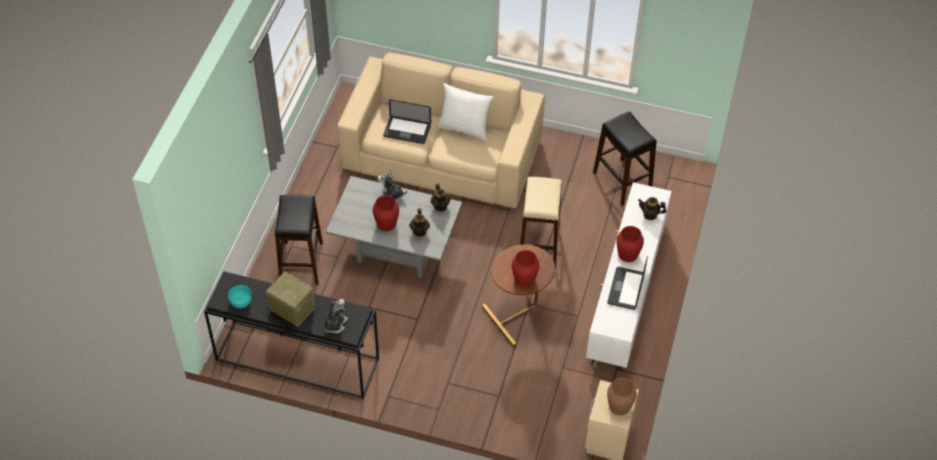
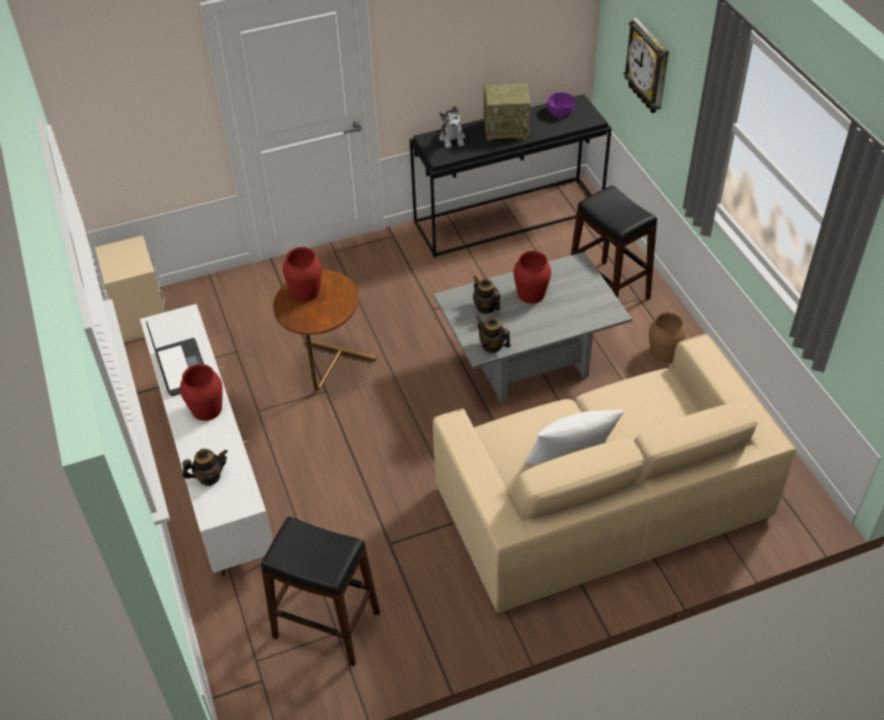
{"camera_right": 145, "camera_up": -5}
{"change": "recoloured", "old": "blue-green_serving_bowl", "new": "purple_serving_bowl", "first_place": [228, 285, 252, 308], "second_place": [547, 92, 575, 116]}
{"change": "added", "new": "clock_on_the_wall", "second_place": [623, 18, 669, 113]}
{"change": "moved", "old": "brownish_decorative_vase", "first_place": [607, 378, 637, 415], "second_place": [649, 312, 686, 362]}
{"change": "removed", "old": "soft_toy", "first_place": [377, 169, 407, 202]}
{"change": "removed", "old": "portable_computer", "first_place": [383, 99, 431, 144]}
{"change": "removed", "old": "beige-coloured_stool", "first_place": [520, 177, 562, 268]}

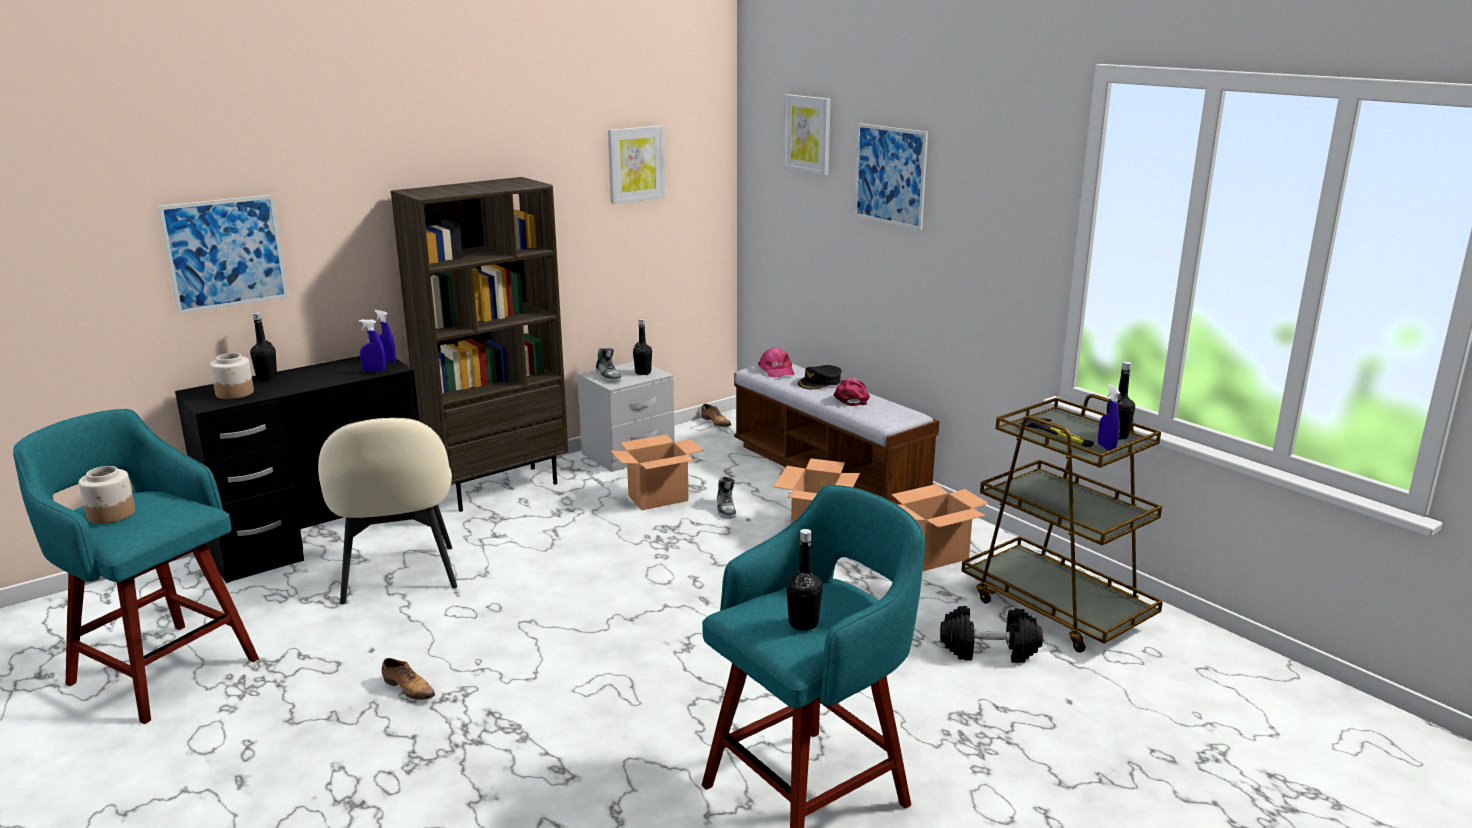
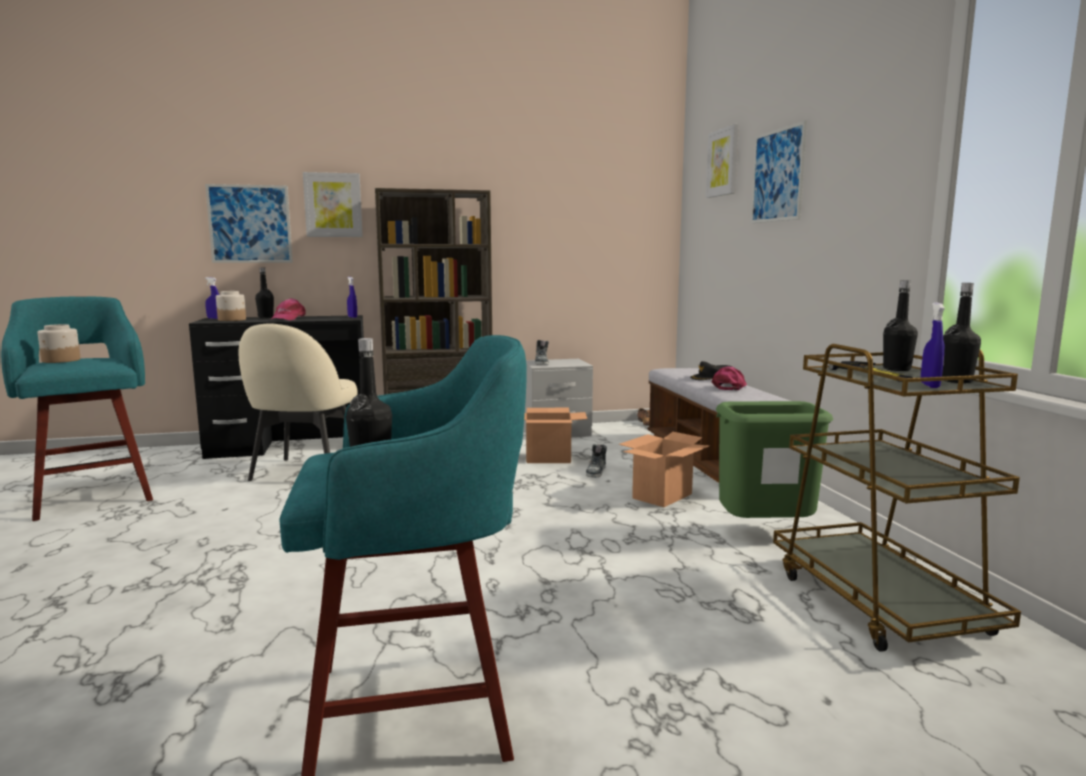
{"camera_right": 25, "camera_up": -10}
{"change": "moved", "old": "blue_hand_sprayer", "first_place": [359, 319, 386, 372], "second_place": [205, 277, 219, 319]}
{"change": "moved", "old": "pink-coloured_cap", "first_place": [758, 347, 794, 377], "second_place": [271, 298, 306, 320]}
{"change": "moved", "old": "wall_art", "first_place": [608, 125, 665, 204], "second_place": [303, 172, 363, 237]}
{"change": "replaced", "old": "packing_box", "new": "green_rubbish_bin", "first_place": [891, 484, 989, 571], "second_place": [716, 401, 833, 518]}
{"change": "moved", "old": "black_beverage_bottle", "first_place": [633, 319, 652, 375], "second_place": [883, 280, 918, 371]}
{"change": "removed", "old": "low_shoe", "first_place": [382, 658, 435, 700]}
{"change": "removed", "old": "black_hand_weight", "first_place": [940, 606, 1043, 663]}

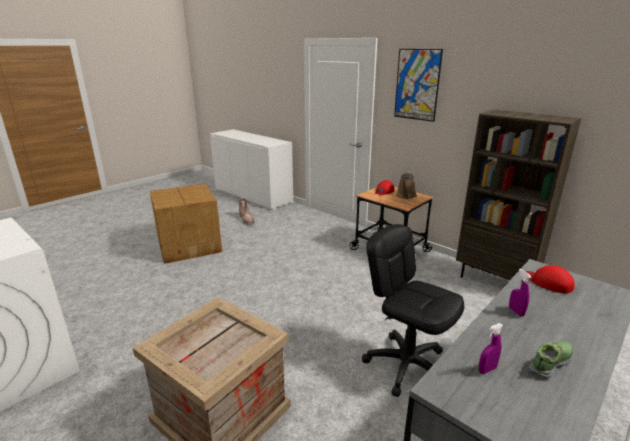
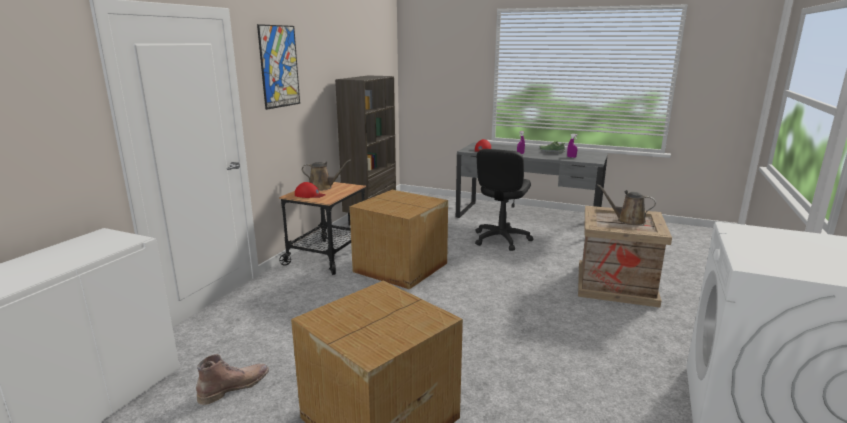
{"camera_right": -110, "camera_up": -5}
{"change": "added", "new": "packing_box", "second_place": [349, 190, 448, 289]}
{"change": "added", "new": "brownish_watering_can", "second_place": [597, 184, 656, 225]}

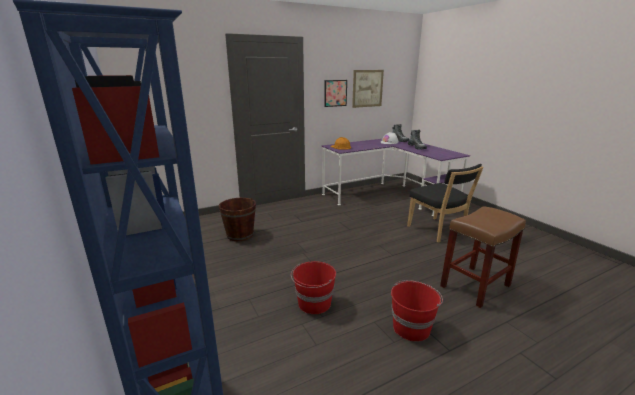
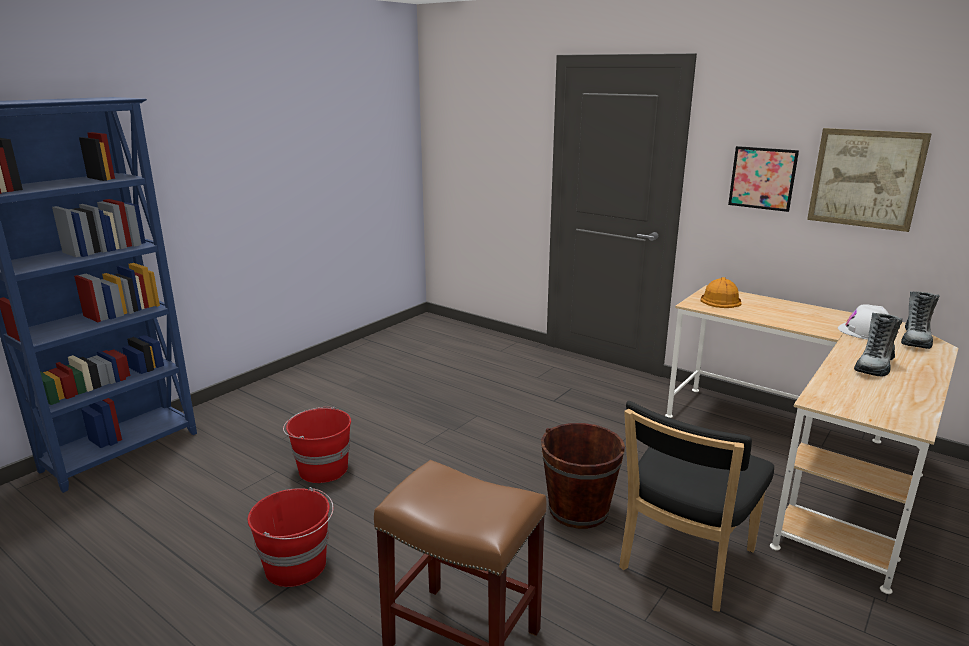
{"camera_right": 65, "camera_up": 0}
{"change": "moved", "old": "brownish_bucket", "first_place": [219, 198, 256, 241], "second_place": [541, 423, 625, 529]}
{"change": "recoloured", "old": "purple_desk_table", "new": "beige-coloured_desk_table", "first_place": [321, 139, 470, 216], "second_place": [665, 285, 959, 594]}

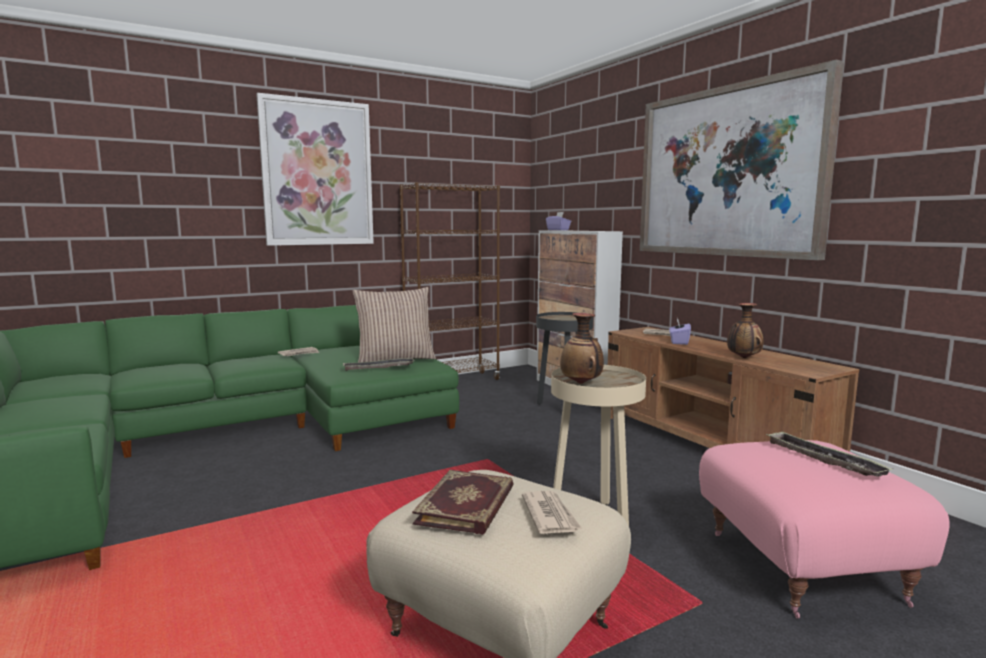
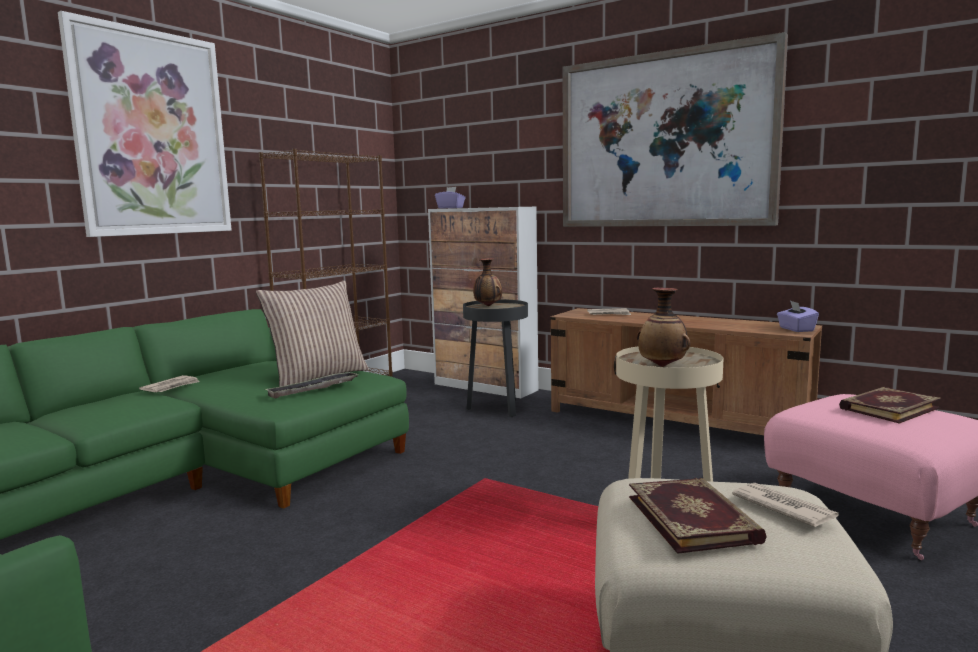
{"camera_right": -25, "camera_up": 0}
{"change": "moved", "old": "decorative_vase", "first_place": [727, 303, 763, 358], "second_place": [473, 258, 502, 306]}
{"change": "moved", "old": "purple_box_of_tissues", "first_place": [669, 318, 691, 345], "second_place": [777, 301, 819, 332]}
{"change": "replaced", "old": "serving_tray", "new": "book", "first_place": [766, 431, 893, 477], "second_place": [839, 387, 941, 424]}

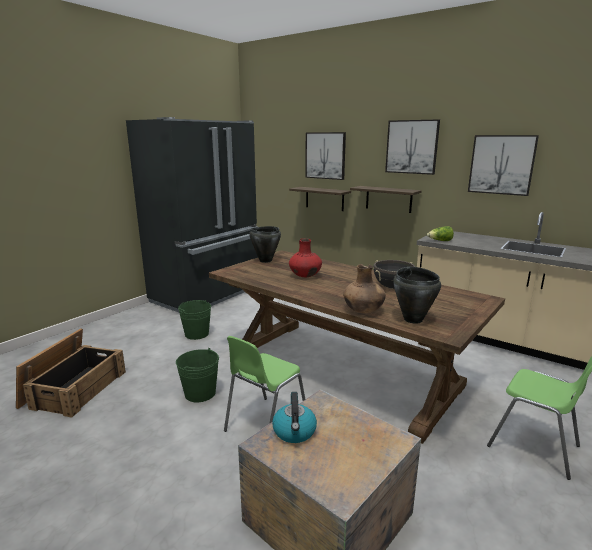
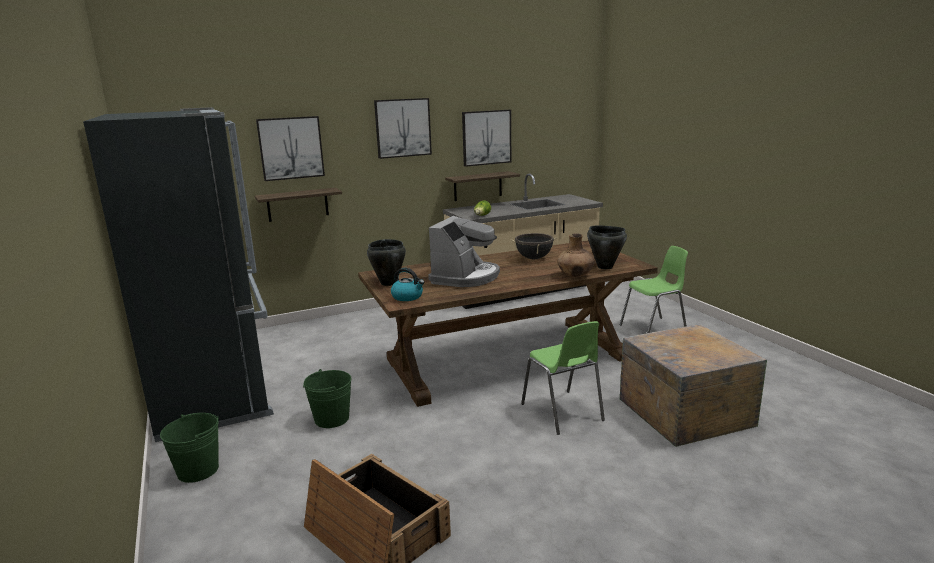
{"camera_right": -60, "camera_up": 0}
{"change": "moved", "old": "green_bucket", "first_place": [176, 348, 219, 402], "second_place": [160, 413, 219, 483]}
{"change": "moved", "old": "tea_kettle", "first_place": [272, 392, 317, 443], "second_place": [391, 268, 424, 301]}
{"change": "replaced", "old": "reddish_decorative_vase", "new": "coffee_brewer", "first_place": [289, 238, 322, 277], "second_place": [428, 216, 500, 287]}
{"change": "moved", "old": "wall_shelf", "first_place": [350, 186, 422, 213], "second_place": [445, 171, 520, 201]}

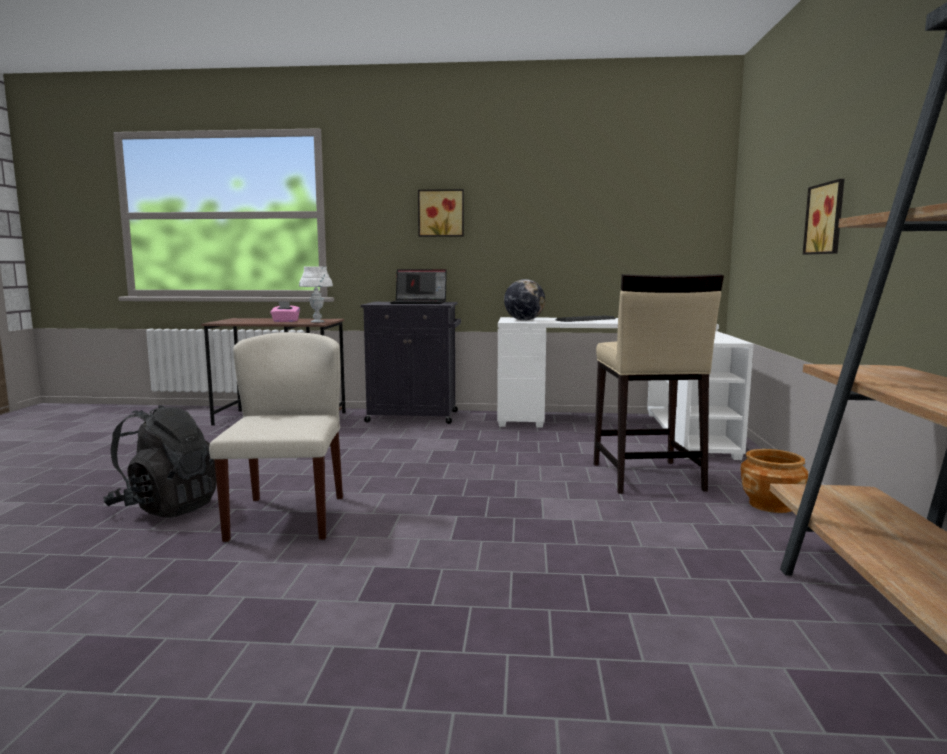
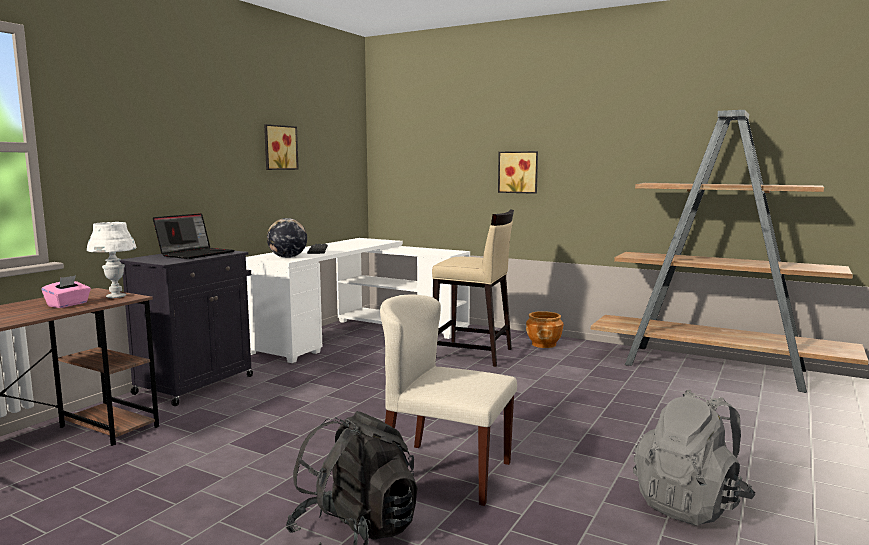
{"camera_right": -65, "camera_up": 0}
{"change": "moved", "old": "wall_art", "first_place": [418, 189, 464, 237], "second_place": [264, 124, 299, 170]}
{"change": "added", "new": "greyish_knapsack", "second_place": [633, 389, 756, 525]}

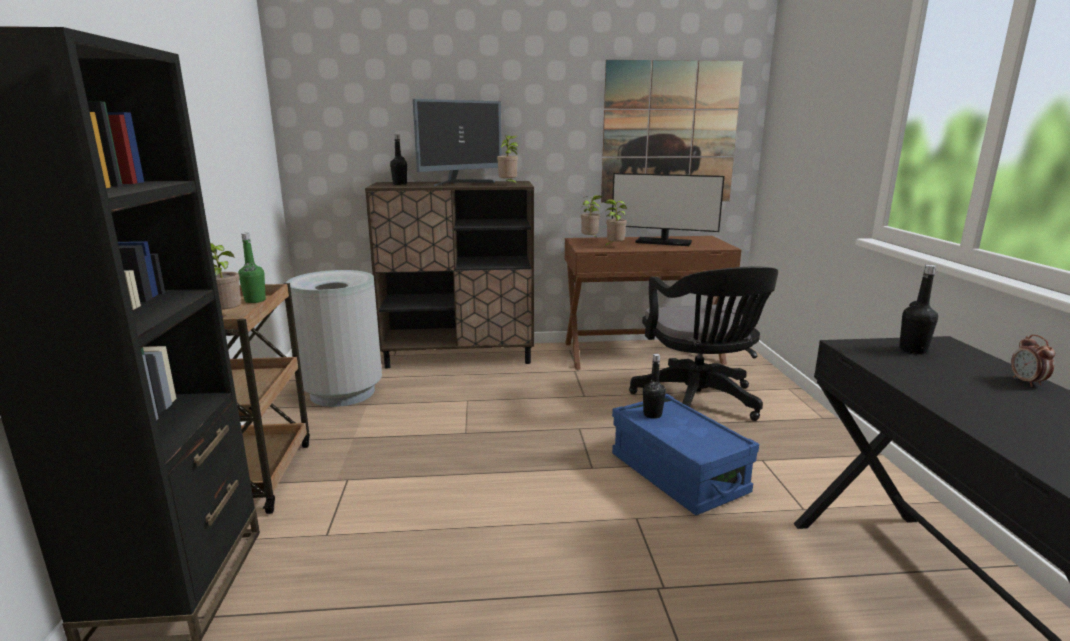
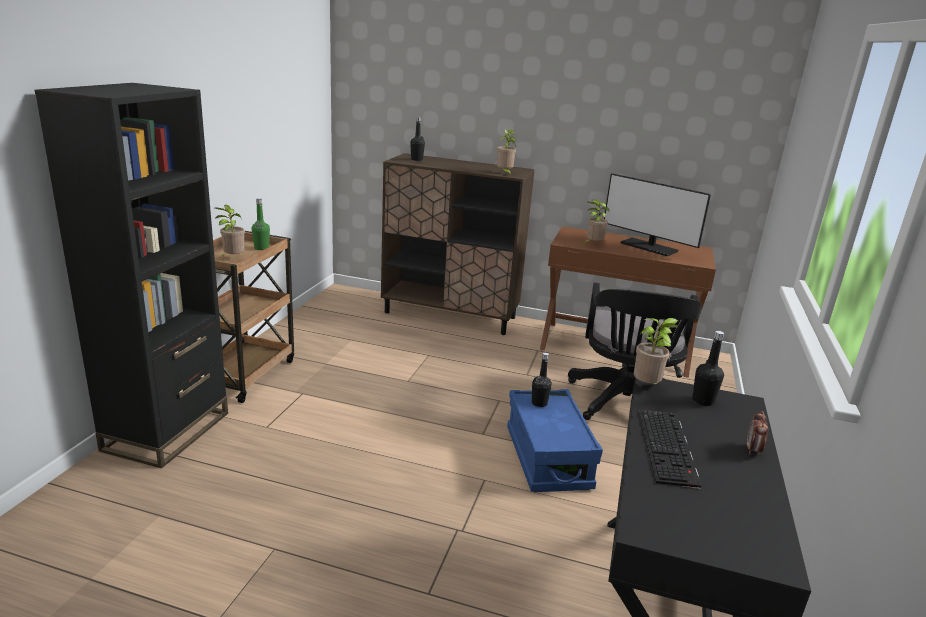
{"camera_right": 20, "camera_up": 5}
{"change": "moved", "old": "plant_in_a_pot", "first_place": [581, 195, 602, 238], "second_place": [634, 318, 678, 384]}
{"change": "added", "new": "keyboard", "second_place": [639, 410, 701, 489]}
{"change": "removed", "old": "greyish_rubbish_bin", "first_place": [286, 270, 382, 407]}
{"change": "removed", "old": "computer_display", "first_place": [413, 99, 502, 187]}
{"change": "removed", "old": "wall_art", "first_place": [601, 60, 743, 203]}

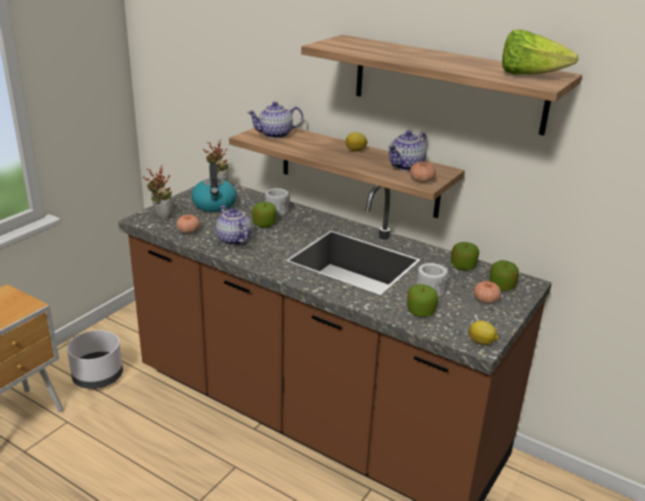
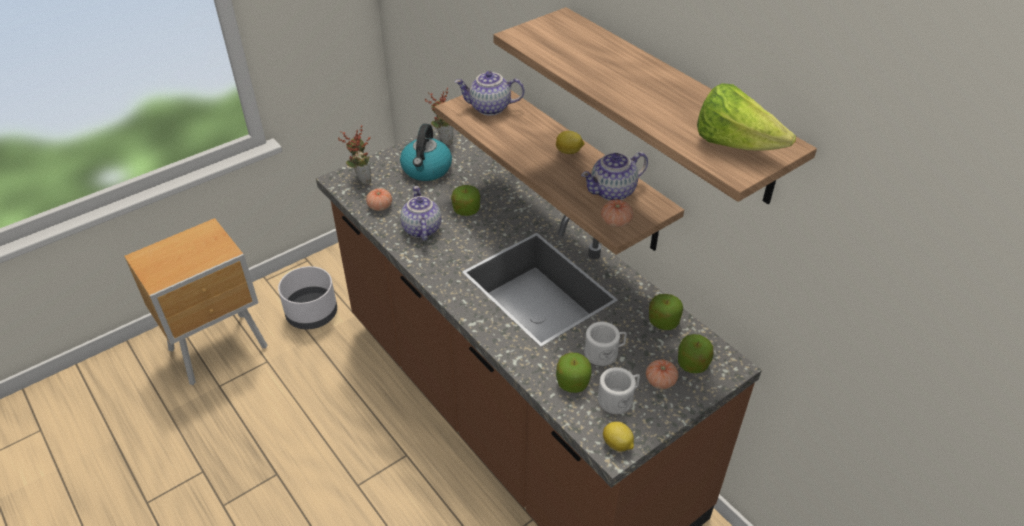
{"camera_right": 20, "camera_up": 15}
{"change": "moved", "old": "white_mug", "first_place": [265, 188, 290, 217], "second_place": [598, 367, 640, 414]}

